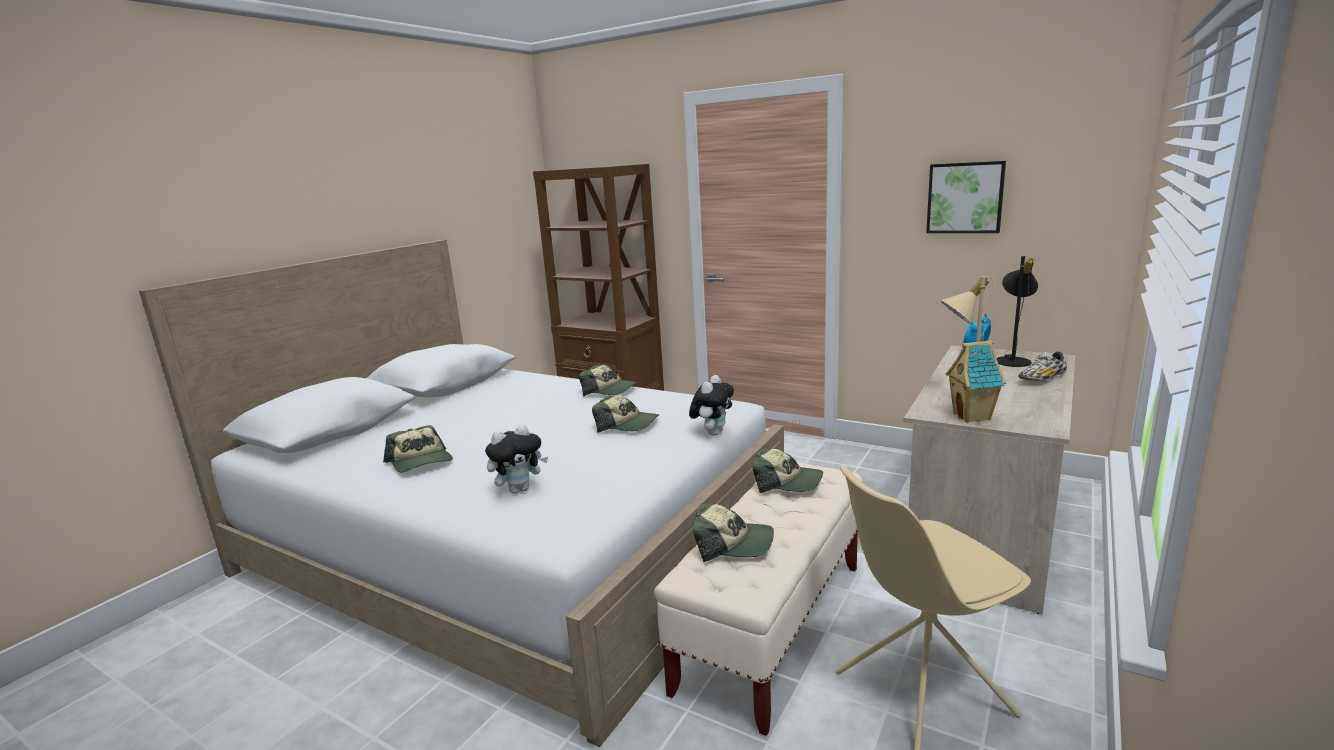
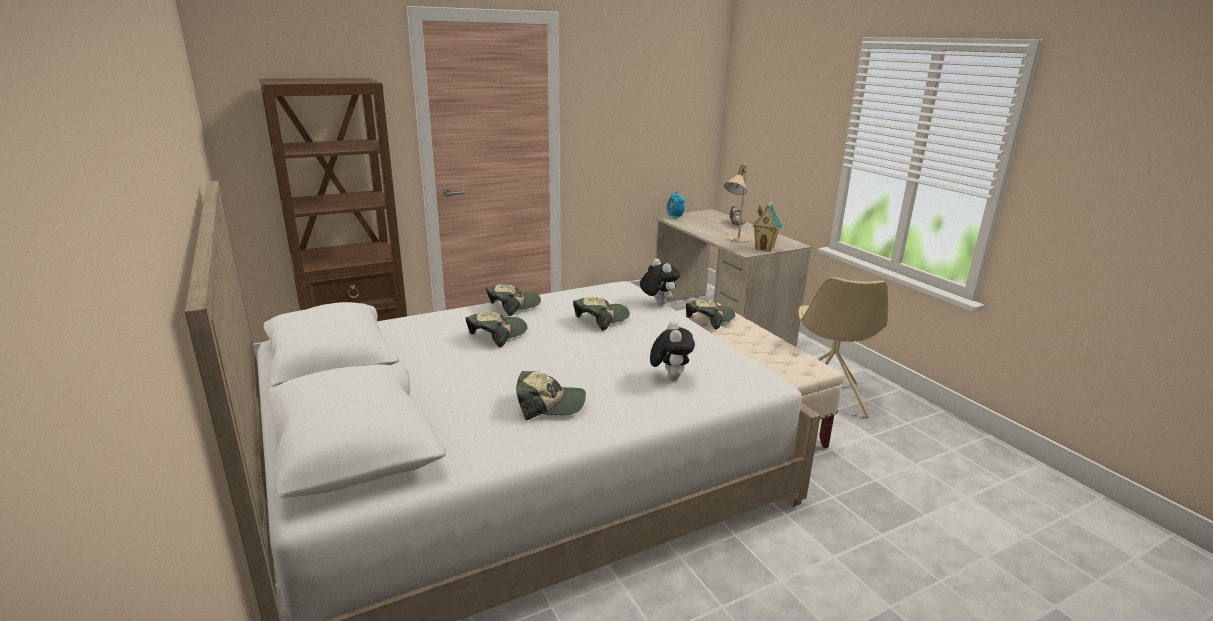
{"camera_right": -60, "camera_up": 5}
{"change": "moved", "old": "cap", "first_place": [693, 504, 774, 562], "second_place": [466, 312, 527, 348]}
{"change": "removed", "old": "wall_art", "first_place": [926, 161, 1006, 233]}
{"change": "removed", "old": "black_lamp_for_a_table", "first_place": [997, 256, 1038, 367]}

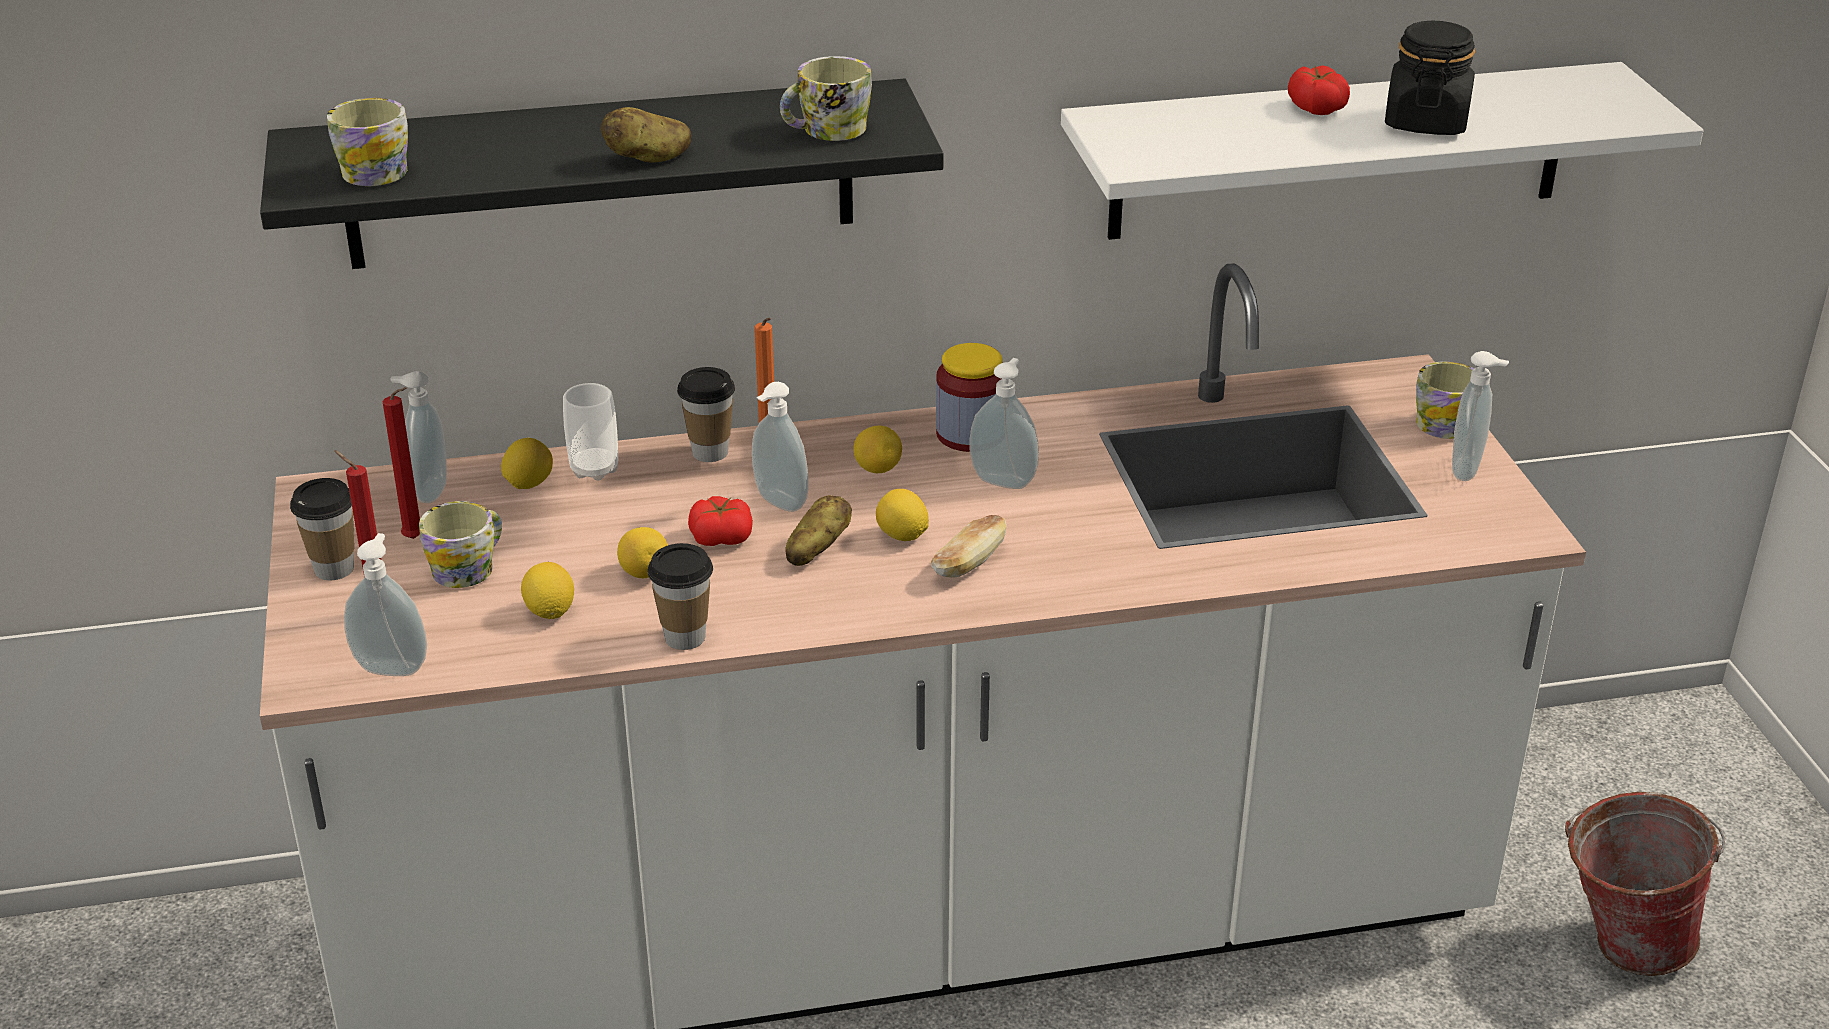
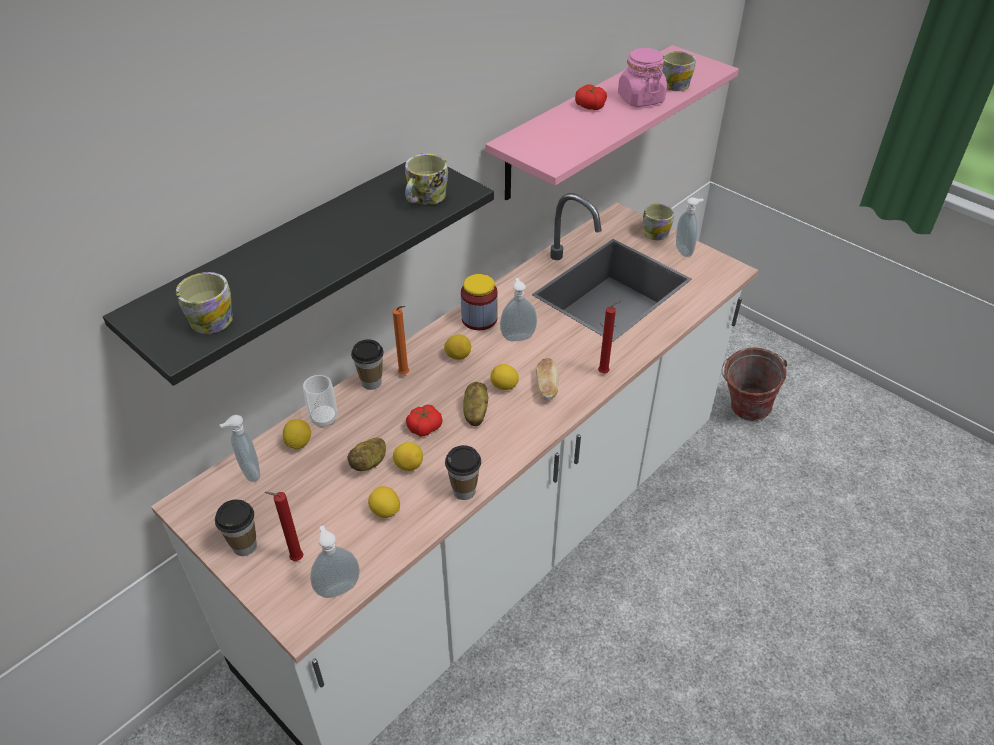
{"camera_right": -35, "camera_up": 10}
{"change": "moved", "old": "spud", "first_place": [601, 107, 691, 163], "second_place": [348, 438, 386, 471]}
{"change": "recoloured", "old": "white_wall_shelf", "new": "pink-coloured_wall_shelf", "first_place": [1061, 62, 1704, 240], "second_place": [485, 45, 739, 200]}
{"change": "moved", "old": "reddish_wax_candle", "first_place": [382, 387, 420, 539], "second_place": [598, 300, 622, 373]}
{"change": "recoloured", "old": "black_preserve_jar", "new": "pink-coloured_preserve_jar", "first_place": [1385, 21, 1475, 135], "second_place": [618, 48, 667, 107]}
{"change": "moved", "old": "mug", "first_place": [419, 501, 502, 588], "second_place": [662, 51, 696, 91]}
{"change": "removed", "old": "soap_bottle", "first_place": [752, 382, 809, 512]}

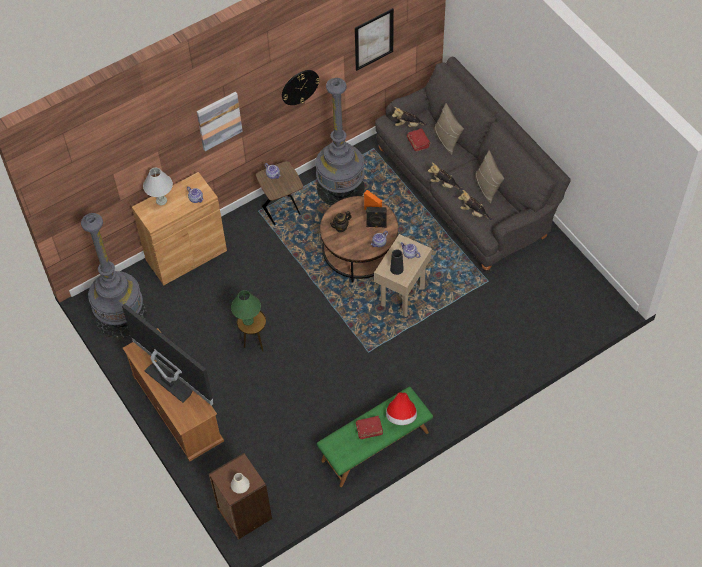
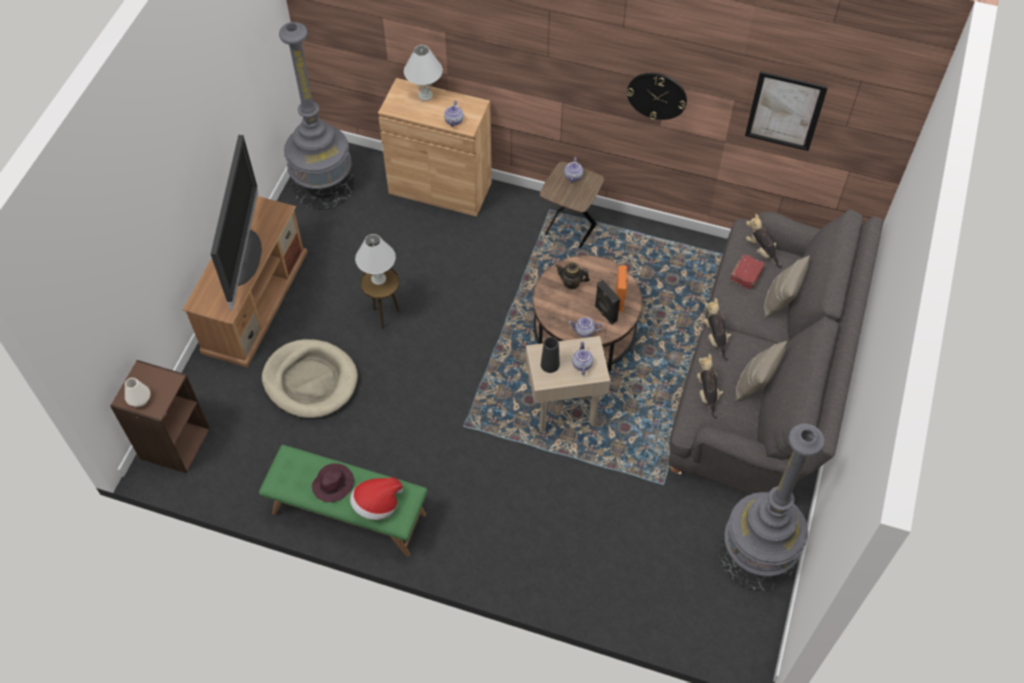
{"camera_right": 50, "camera_up": 0}
{"change": "added", "new": "beige-coloured_dog_cushion", "second_place": [262, 339, 358, 418]}
{"change": "replaced", "old": "reddish_book", "new": "purple_clothing_hat", "first_place": [355, 415, 383, 439], "second_place": [312, 463, 354, 502]}
{"change": "recoloured", "old": "green_lamp_for_a_table", "new": "white_lamp_for_a_table", "first_place": [231, 290, 261, 326], "second_place": [355, 234, 396, 285]}
{"change": "moved", "old": "greyish_standard_lamp", "first_place": [315, 78, 365, 206], "second_place": [719, 424, 824, 591]}
{"change": "removed", "old": "wall_art", "first_place": [197, 92, 243, 151]}

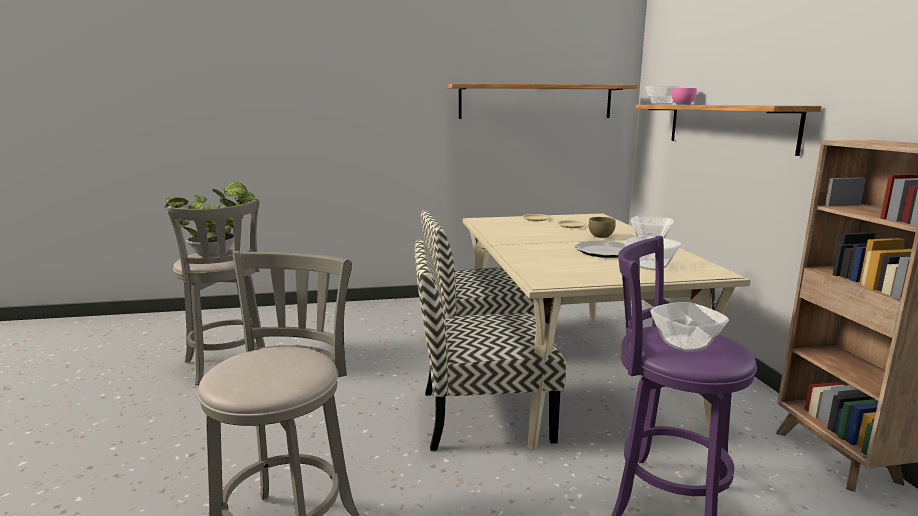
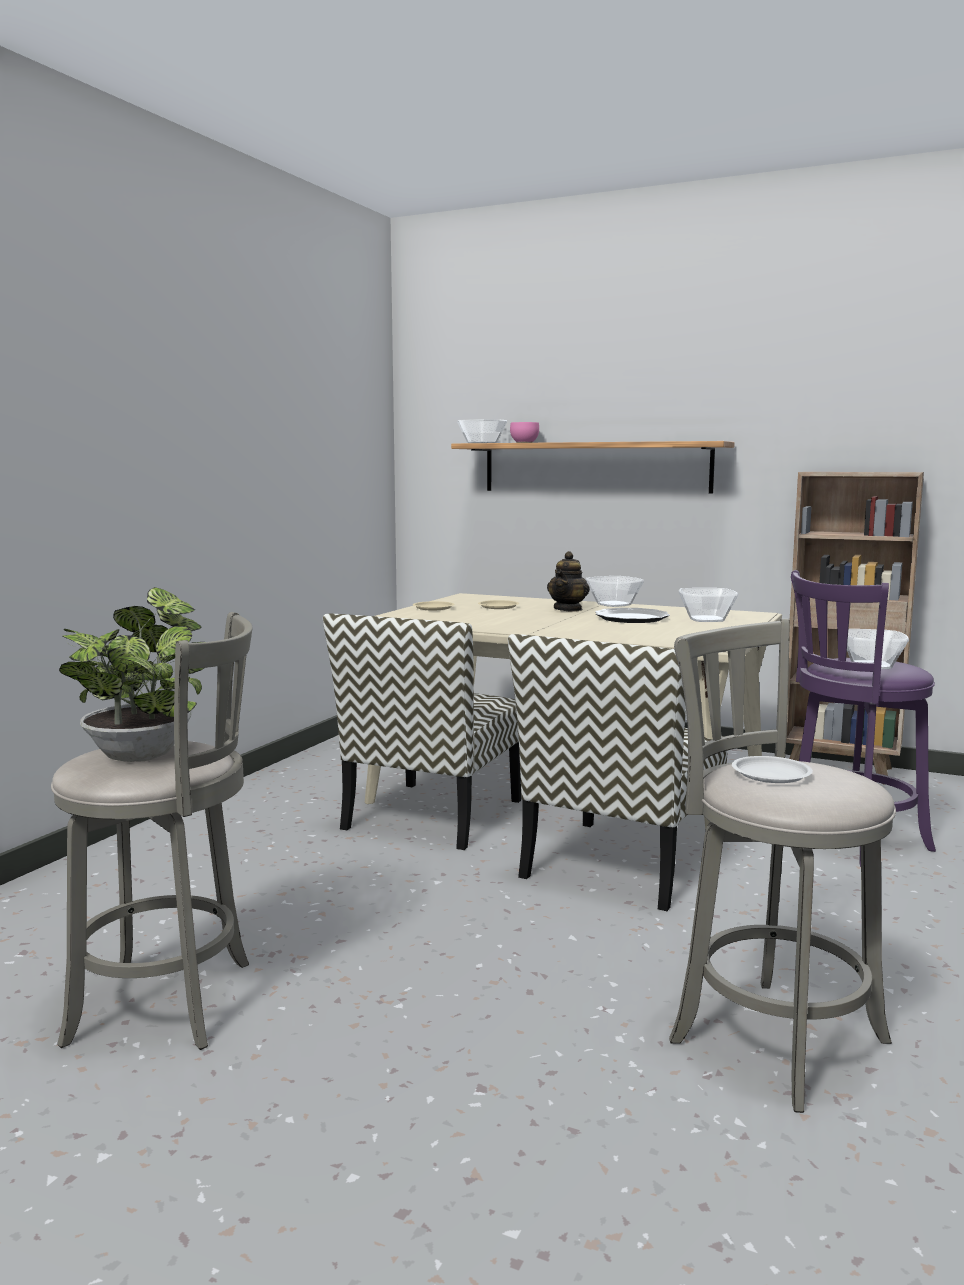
{"camera_right": -55, "camera_up": -5}
{"change": "replaced", "old": "brownish_serving_bowl", "new": "tea_pot", "first_place": [589, 217, 616, 238], "second_place": [547, 551, 590, 612]}
{"change": "added", "new": "white_flat_dish", "second_place": [732, 756, 813, 783]}
{"change": "removed", "old": "wall_shelf", "first_place": [447, 84, 637, 119]}

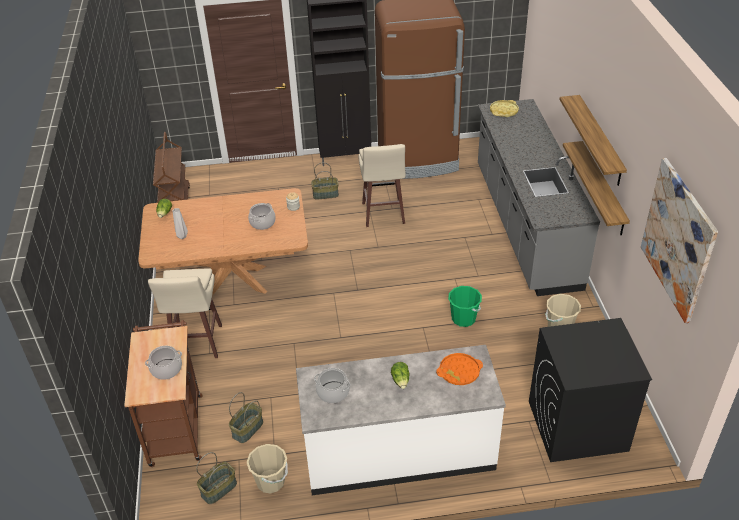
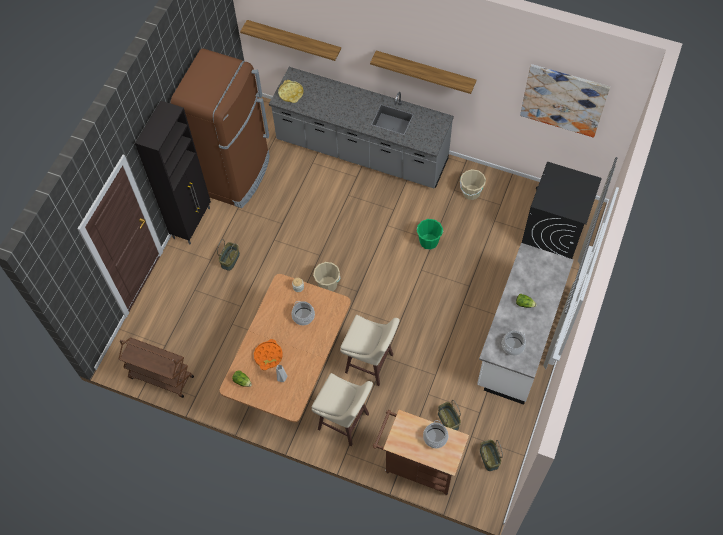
{"camera_right": -60, "camera_up": 20}
{"change": "moved", "old": "wall_shelf", "first_place": [563, 141, 630, 236], "second_place": [240, 20, 341, 61]}
{"change": "moved", "old": "orangey_serving_tray", "first_place": [436, 353, 483, 385], "second_place": [254, 339, 283, 370]}
{"change": "moved", "old": "beige-coloured_bucket", "first_place": [247, 444, 288, 493], "second_place": [313, 262, 341, 291]}
{"change": "moved", "old": "beige-coloured_stool", "first_place": [359, 144, 406, 227], "second_place": [340, 315, 400, 386]}

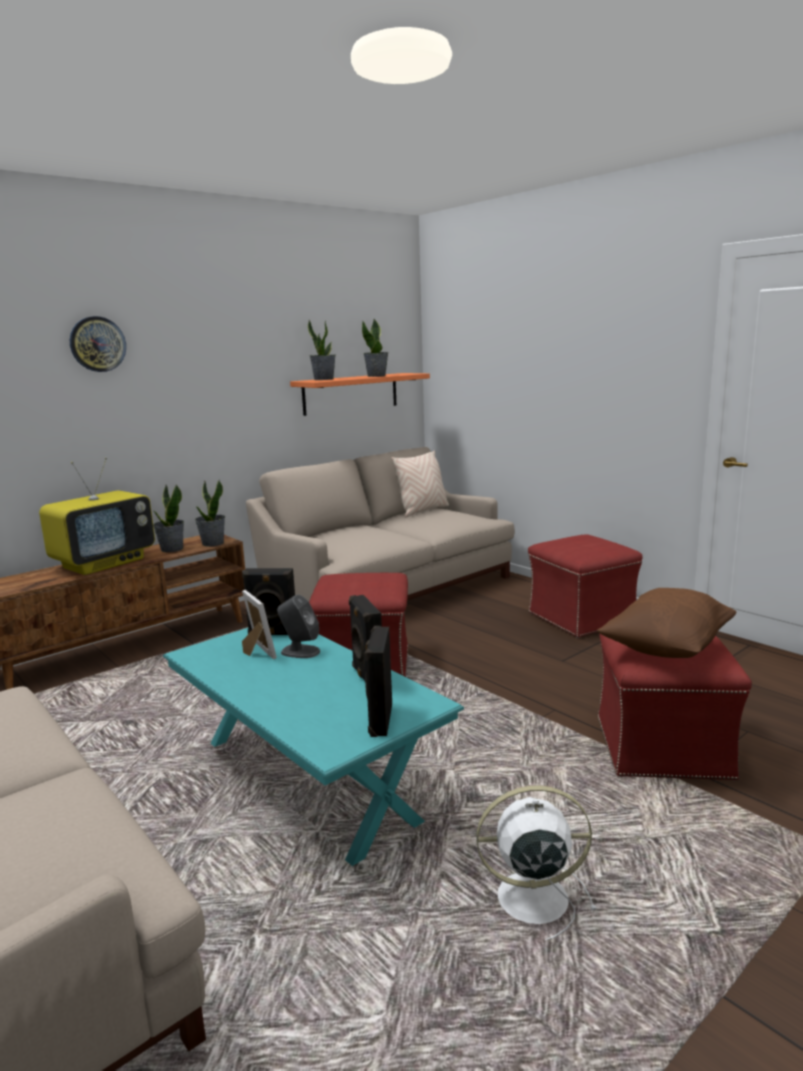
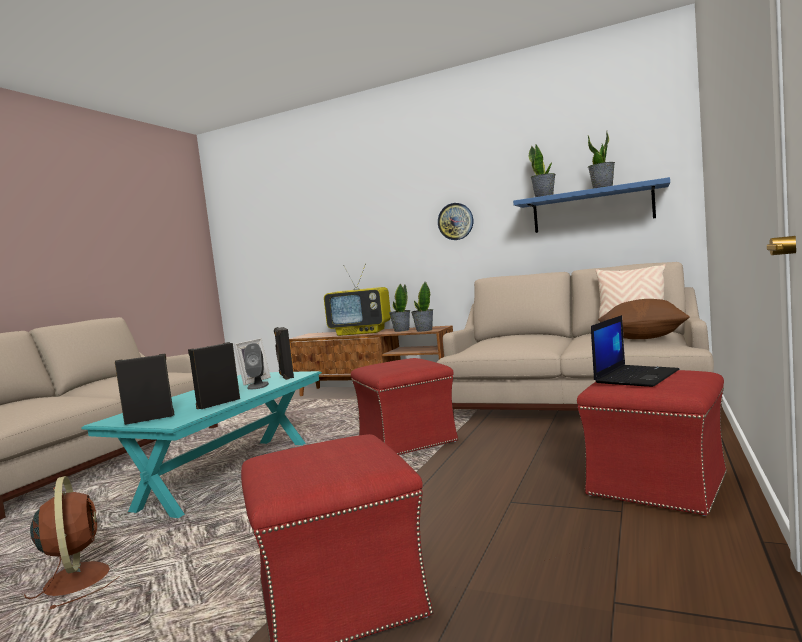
{"camera_right": 65, "camera_up": -10}
{"change": "recoloured", "old": "white_fan", "new": "brownish_fan", "first_place": [476, 785, 597, 940], "second_place": [24, 476, 119, 610]}
{"change": "moved", "old": "clock_on_the_wall", "first_place": [70, 316, 126, 372], "second_place": [438, 203, 473, 240]}
{"change": "recoloured", "old": "orangey_wall_shelf", "new": "blue_wall_shelf", "first_place": [290, 373, 430, 416], "second_place": [513, 177, 670, 233]}
{"change": "added", "new": "portable_computer", "second_place": [591, 315, 680, 387]}
{"change": "moved", "old": "brownish_pillow", "first_place": [597, 588, 736, 658], "second_place": [598, 299, 690, 339]}

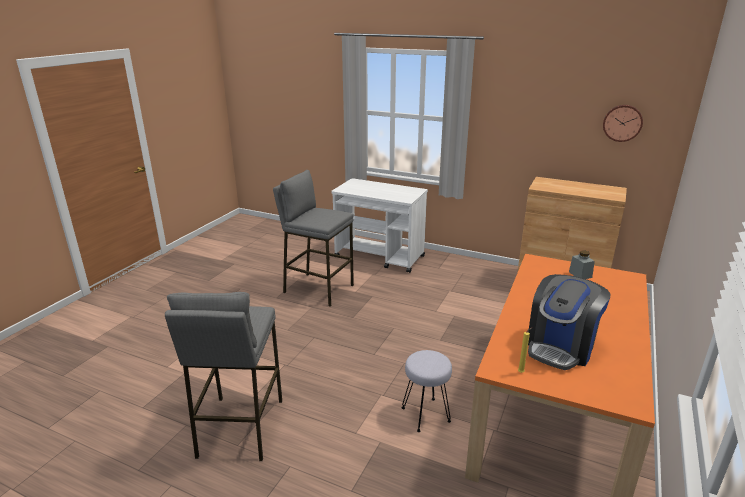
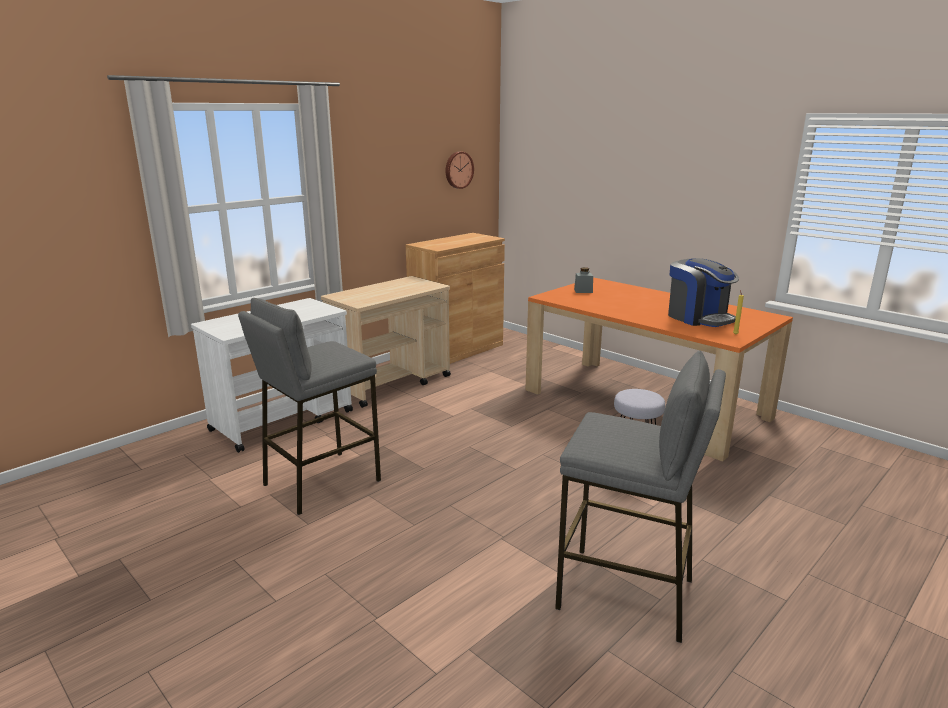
{"camera_right": -70, "camera_up": -5}
{"change": "added", "new": "beige-coloured_cart", "second_place": [321, 276, 451, 408]}

